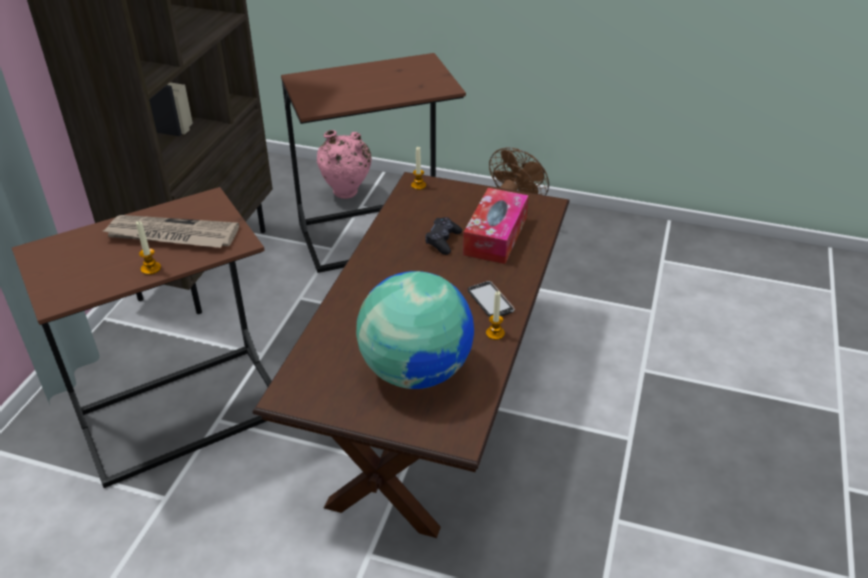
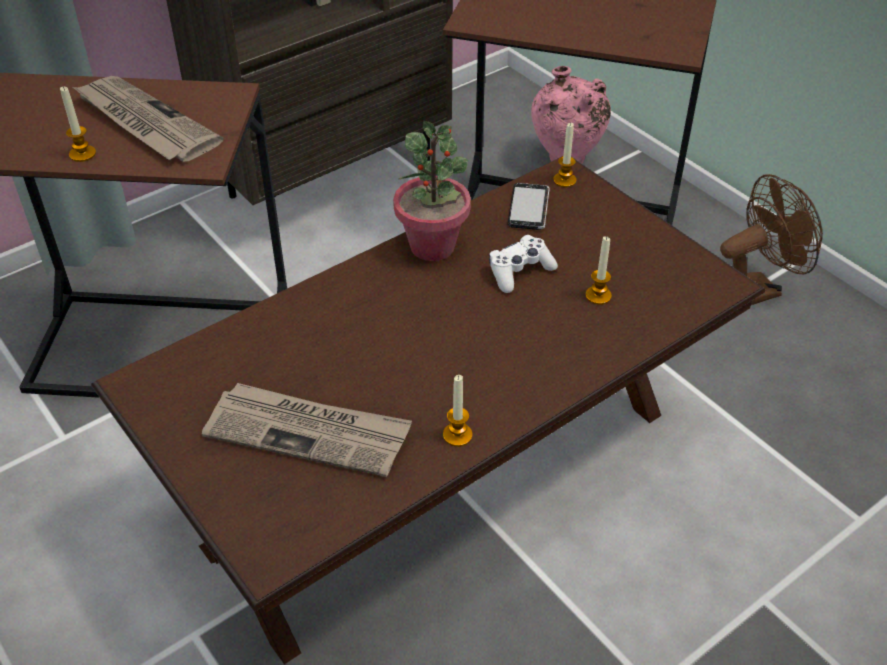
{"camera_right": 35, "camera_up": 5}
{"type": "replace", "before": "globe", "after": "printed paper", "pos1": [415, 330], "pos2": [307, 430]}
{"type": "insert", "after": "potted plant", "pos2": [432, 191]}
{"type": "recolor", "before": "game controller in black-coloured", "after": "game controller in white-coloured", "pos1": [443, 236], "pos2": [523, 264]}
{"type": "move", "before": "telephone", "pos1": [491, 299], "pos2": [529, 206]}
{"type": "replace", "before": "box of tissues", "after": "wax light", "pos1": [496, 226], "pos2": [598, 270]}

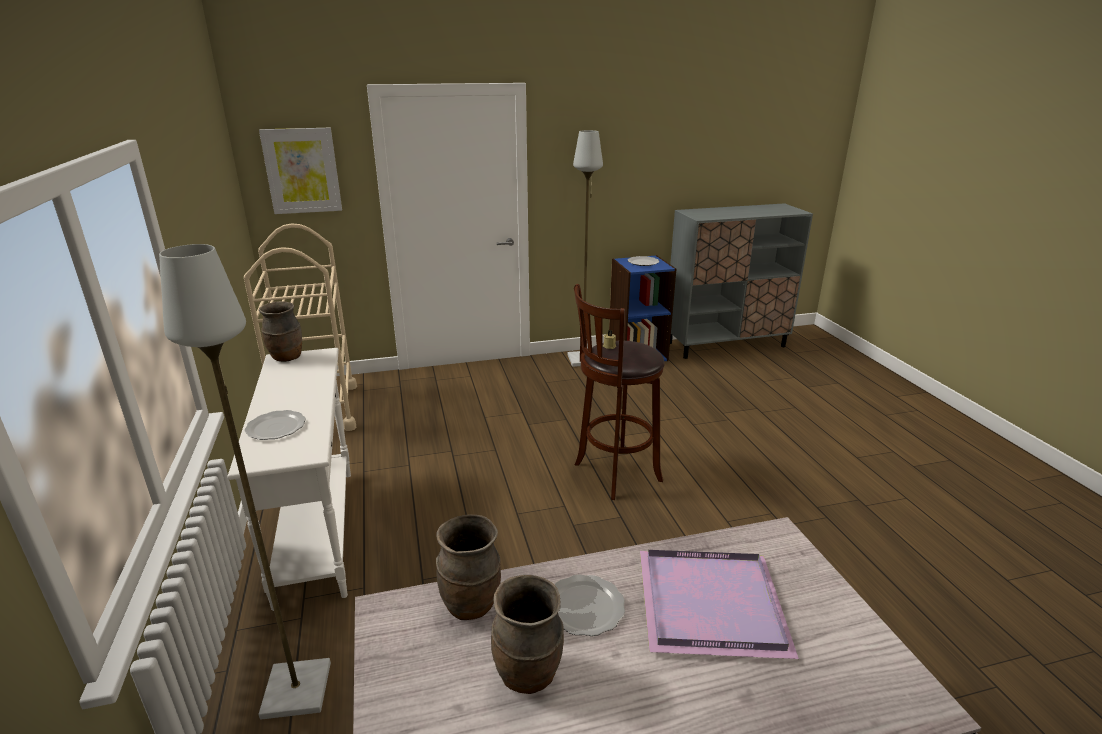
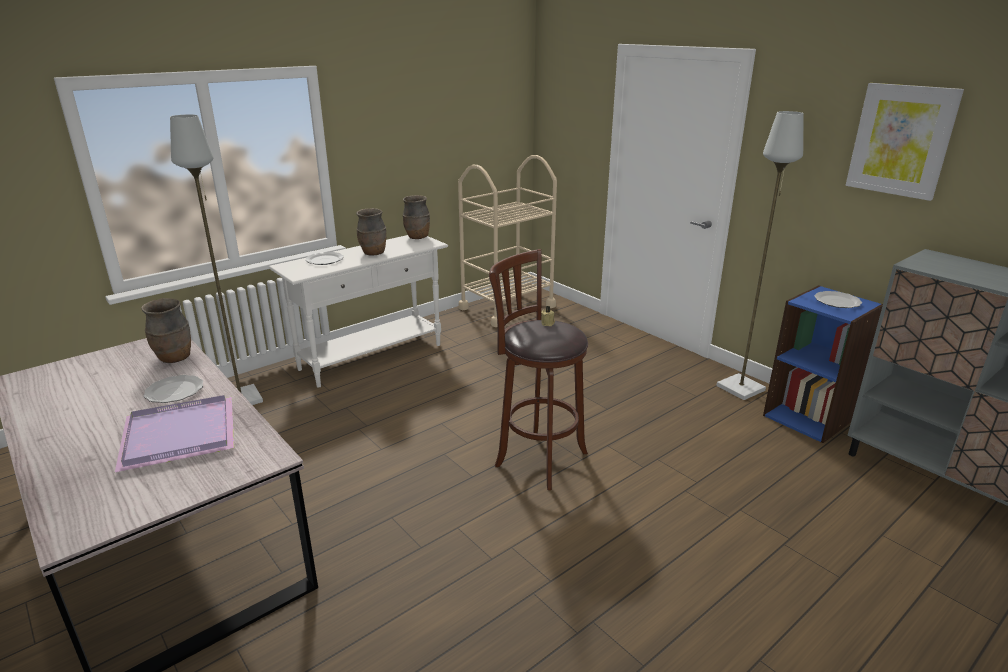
{"camera_right": 65, "camera_up": 0}
{"type": "move", "before": "decorative vase in brown-coloured", "pos1": [527, 634], "pos2": [371, 231]}
{"type": "move", "before": "picture", "pos1": [300, 171], "pos2": [904, 142]}

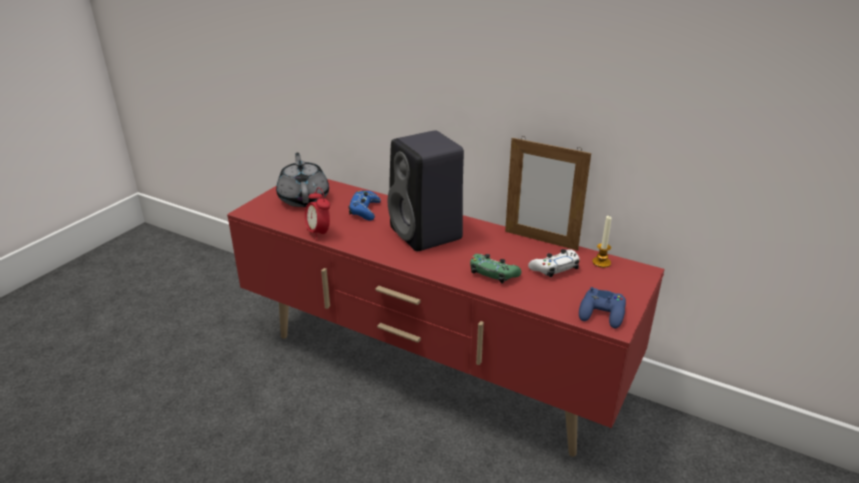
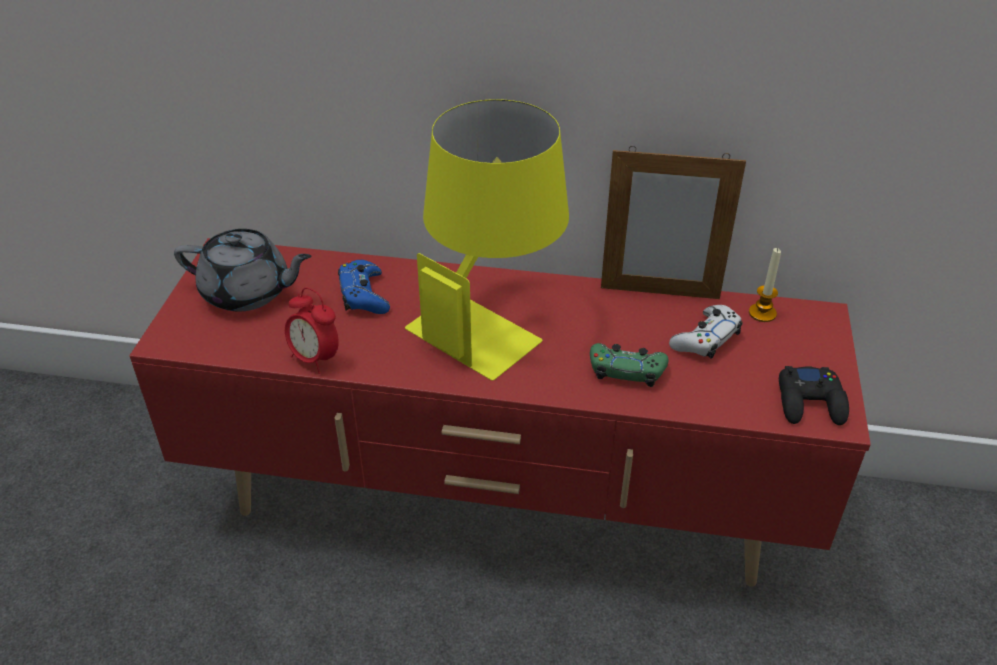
{"camera_right": -20, "camera_up": 10}
{"type": "rotate", "before": "pot for tea in gray", "pos1": [302, 180], "pos2": [243, 270], "turn": 135}
{"type": "replace", "before": "speaker in black-coloured", "after": "lamp for a table in yellow-coloured", "pos1": [426, 190], "pos2": [487, 239]}
{"type": "recolor", "before": "game controller in blue-coloured", "after": "game controller in black-coloured", "pos1": [602, 307], "pos2": [814, 395]}

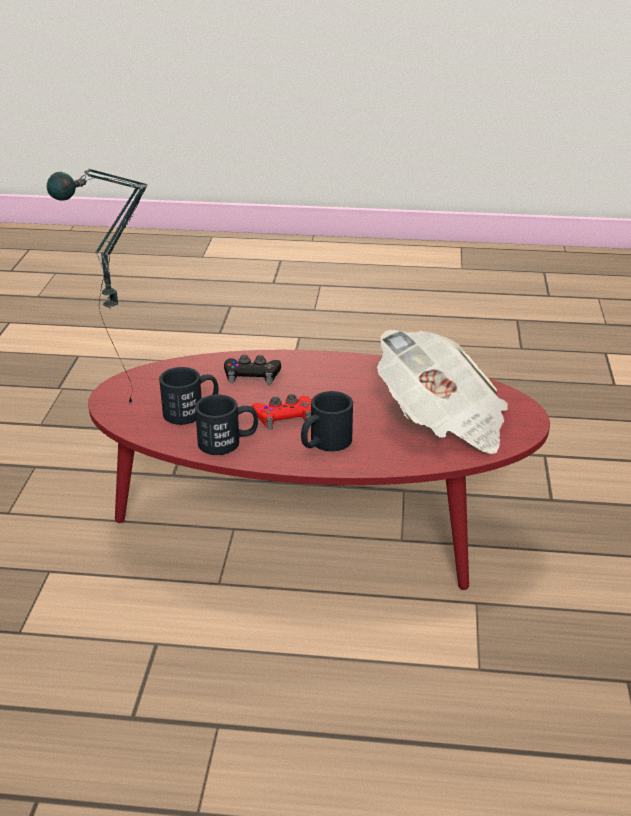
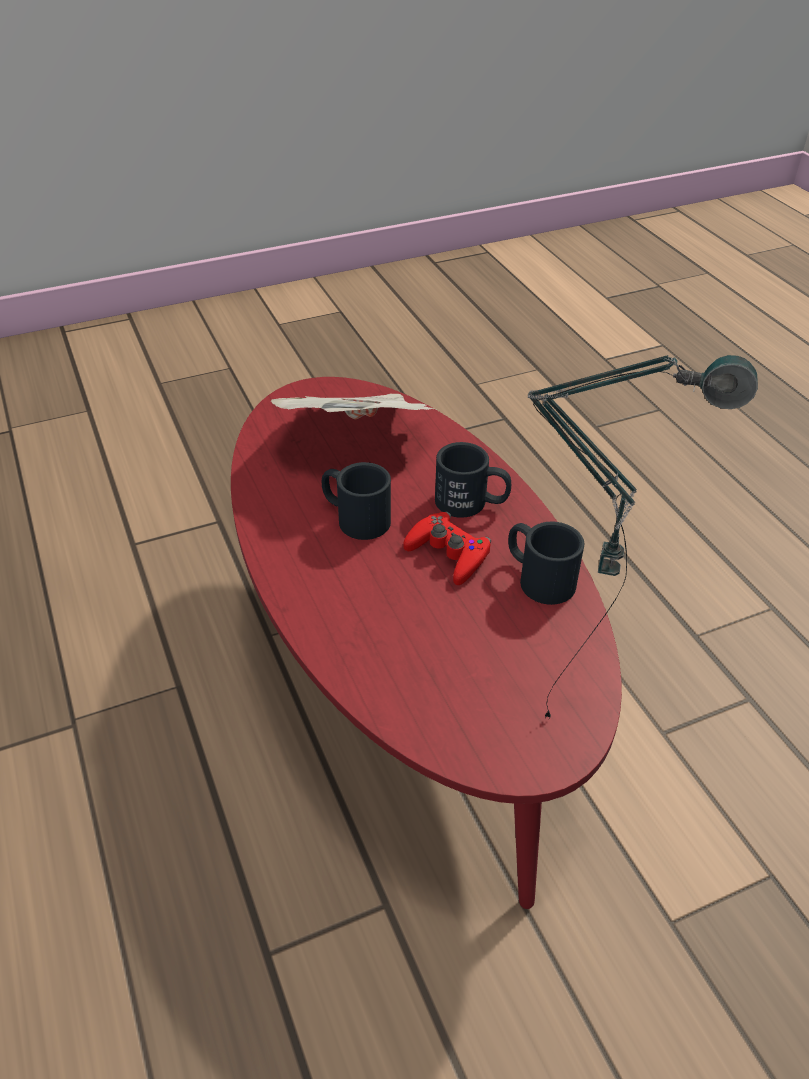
{"camera_right": -120, "camera_up": 10}
{"type": "move", "before": "coffee mug in black-coloured", "pos1": [189, 396], "pos2": [356, 501]}
{"type": "delete", "before": "game controller in black-coloured", "pos1": [252, 370]}

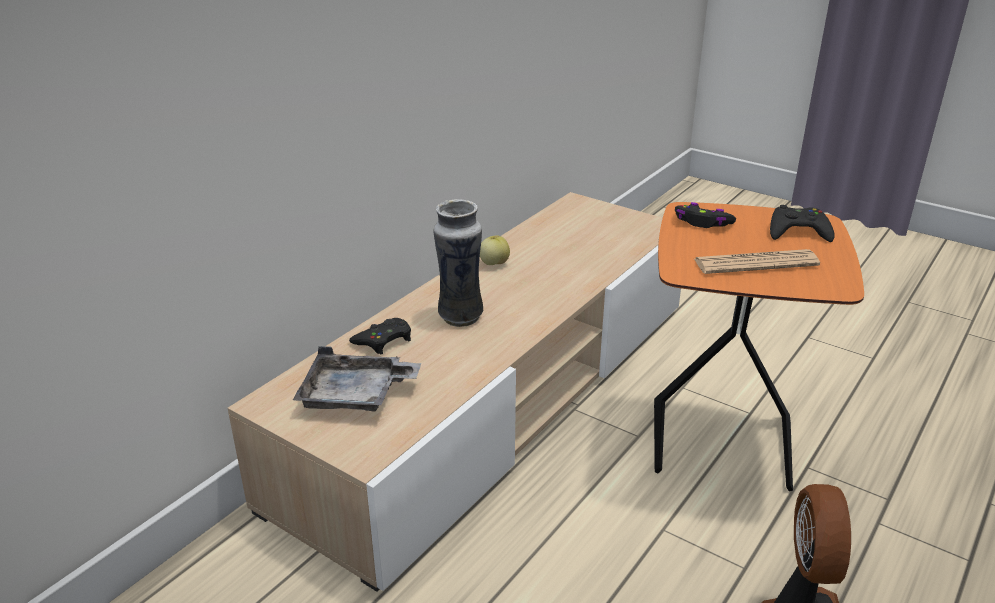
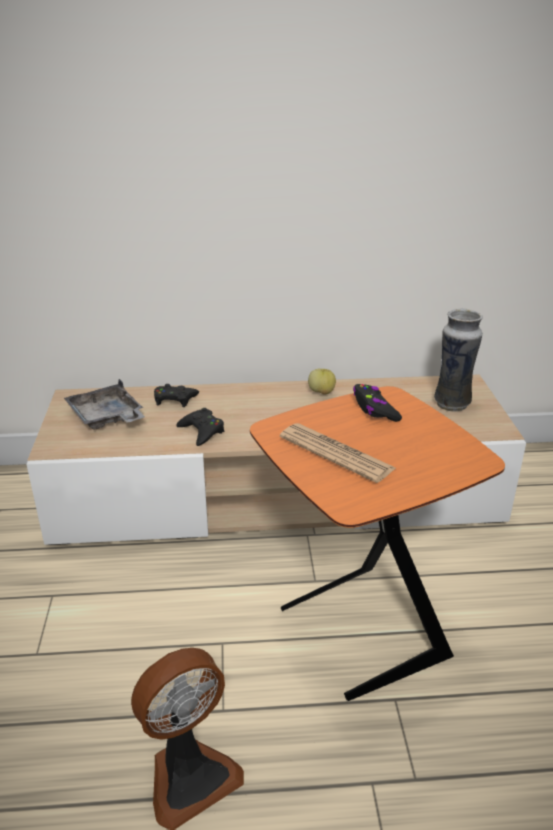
{"camera_right": 50, "camera_up": 0}
{"type": "move", "before": "game controller in black-coloured", "pos1": [802, 223], "pos2": [200, 427]}
{"type": "move", "before": "decorative vase", "pos1": [458, 263], "pos2": [458, 360]}

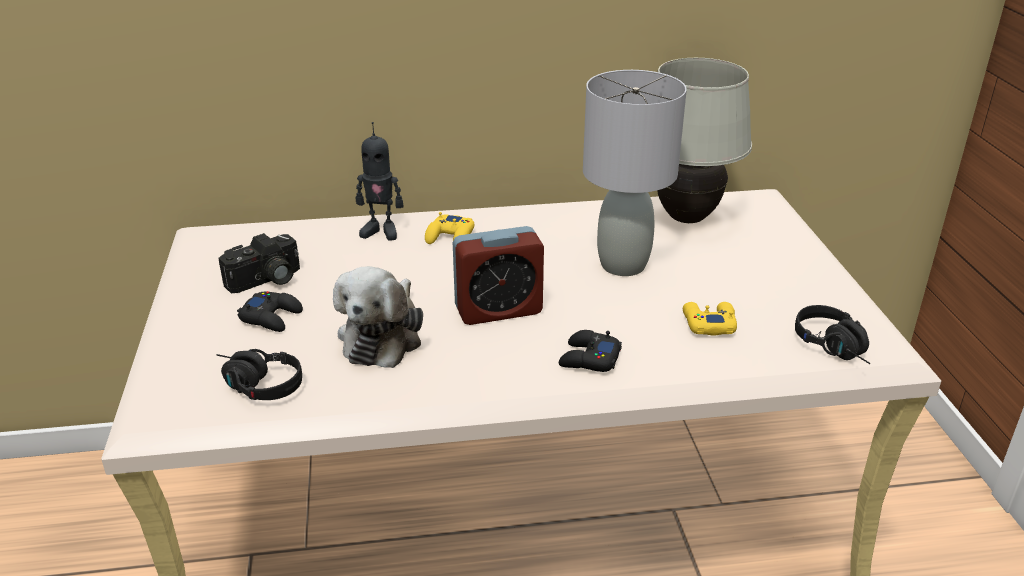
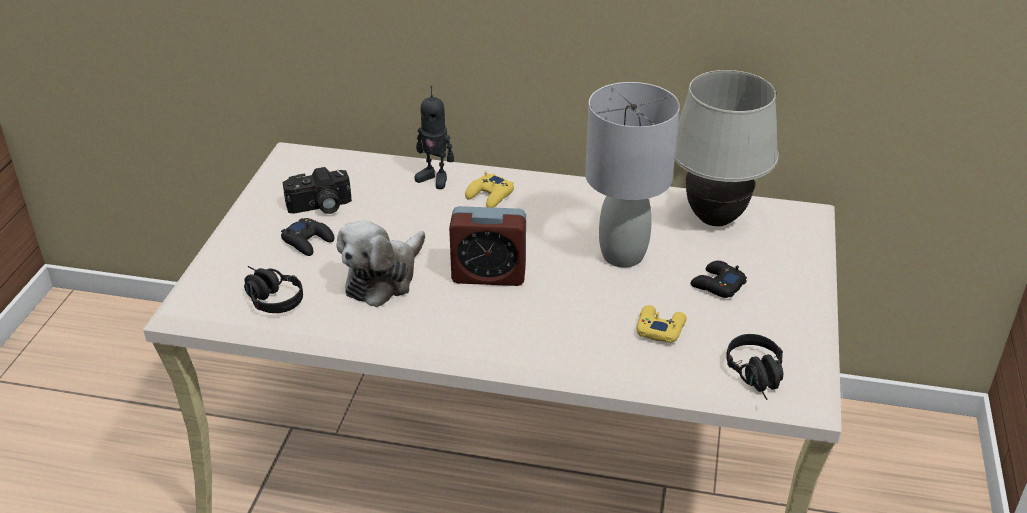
{"camera_right": 20, "camera_up": 5}
{"type": "move", "before": "game controller in black-coloured", "pos1": [590, 351], "pos2": [718, 279]}

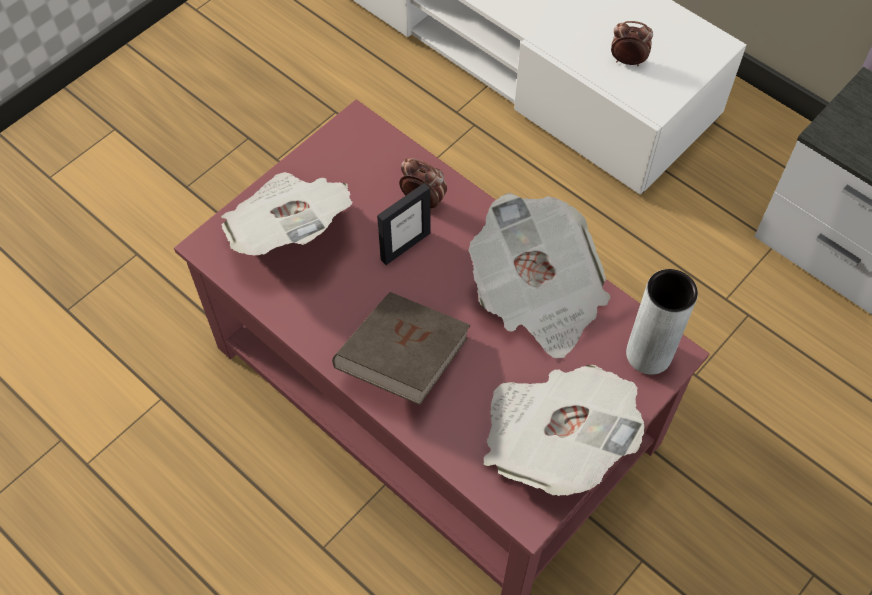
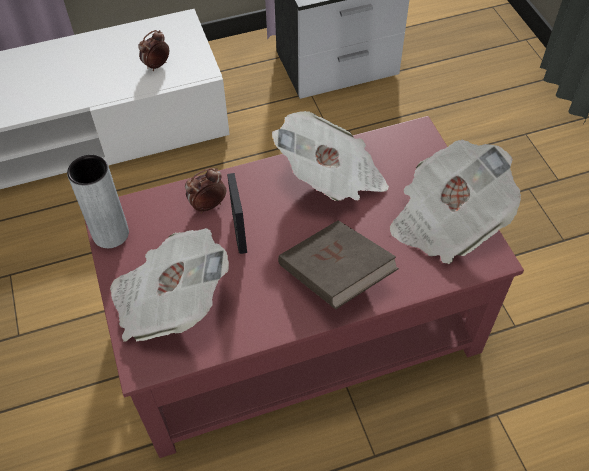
{"camera_right": -60, "camera_up": -5}
{"type": "move", "before": "decorative vase in gray", "pos1": [662, 322], "pos2": [98, 201]}

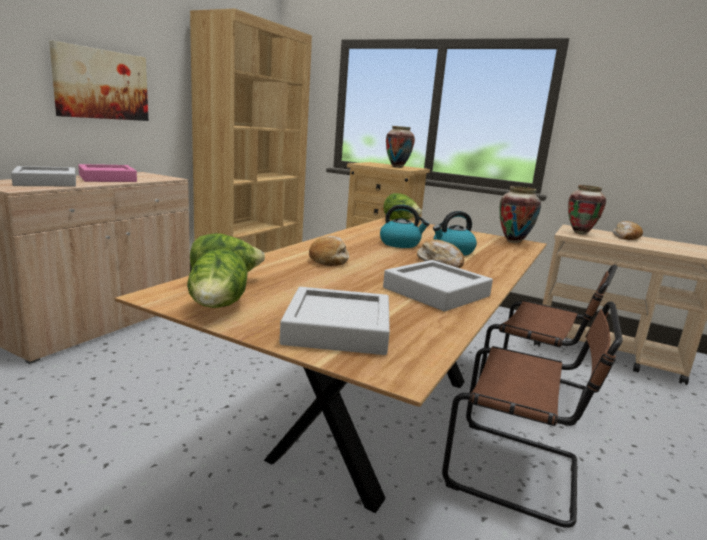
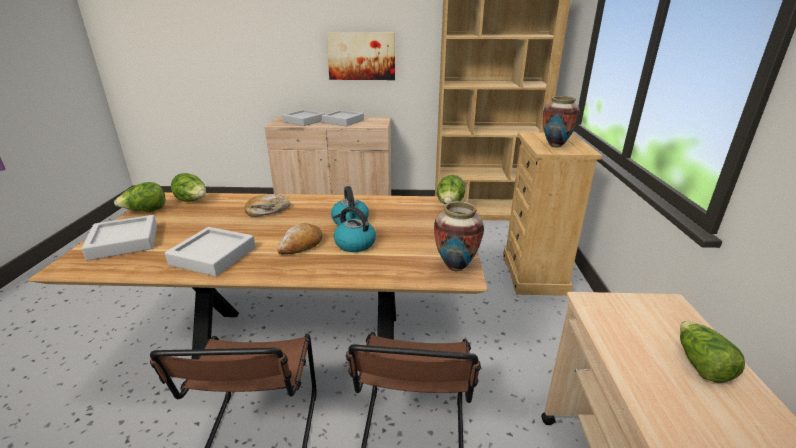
{"camera_right": 65, "camera_up": 10}
{"type": "recolor", "before": "serving tray in pink-coloured", "after": "serving tray in gray", "pos1": [107, 173], "pos2": [343, 118]}
{"type": "replace", "before": "baked bread", "after": "head of lettuce", "pos1": [628, 230], "pos2": [712, 352]}
{"type": "delete", "before": "decorative vase", "pos1": [587, 210]}

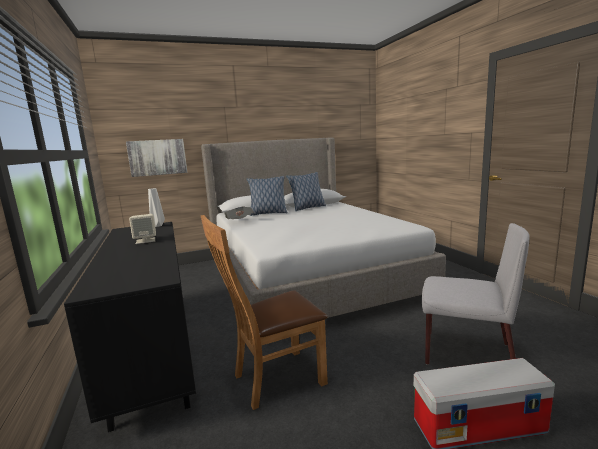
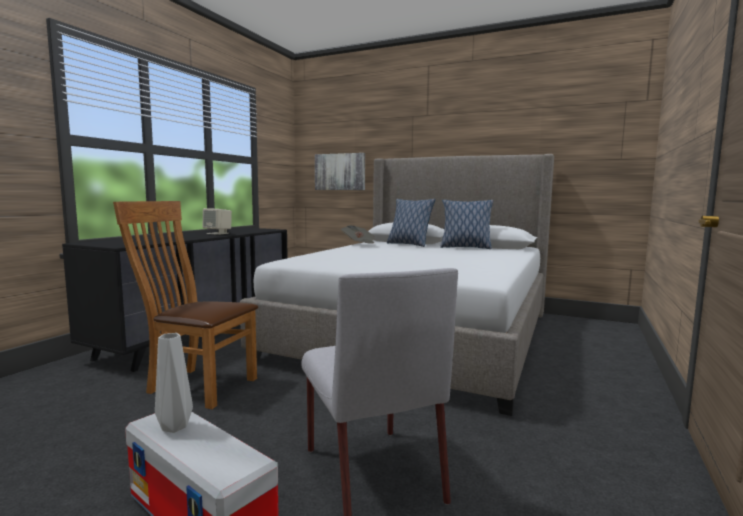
{"camera_right": 45, "camera_up": -5}
{"type": "move", "before": "decorative vase in gray", "pos1": [156, 207], "pos2": [174, 383]}

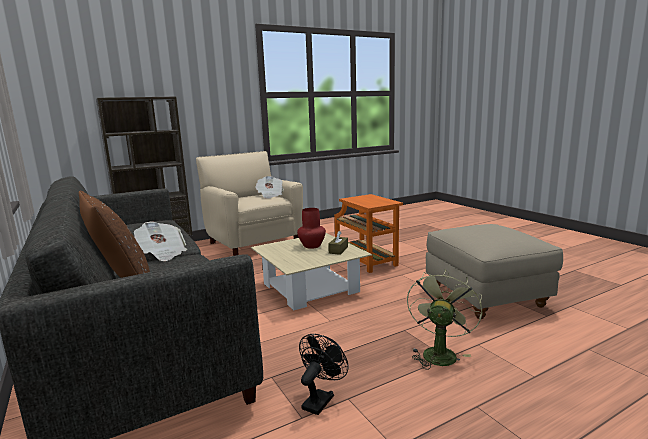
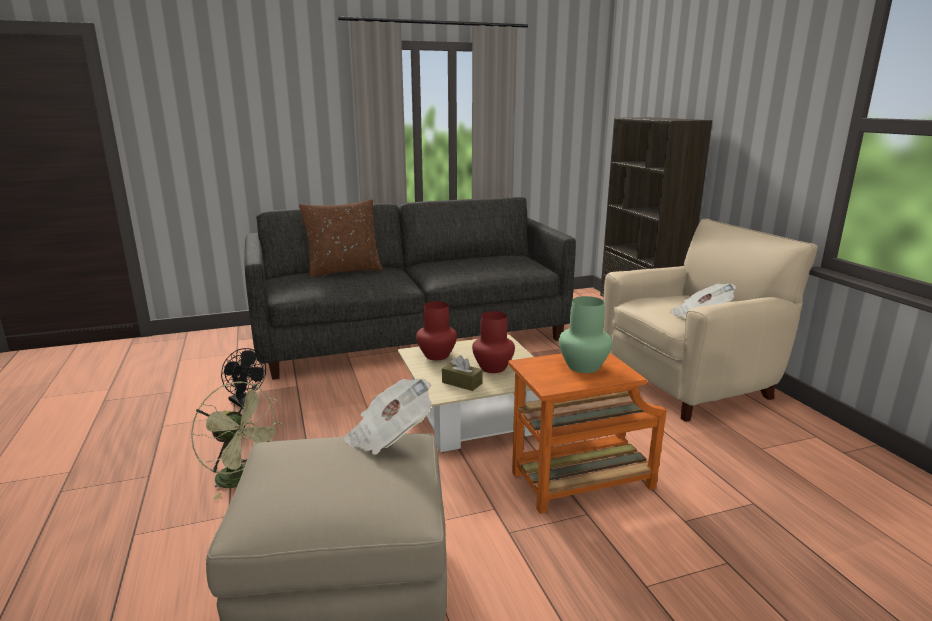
{"camera_right": 100, "camera_up": 5}
{"type": "move", "before": "printed paper", "pos1": [160, 241], "pos2": [388, 416]}
{"type": "insert", "after": "decorative vase in reddish", "pos2": [436, 330]}
{"type": "insert", "after": "decorative vase in green-coloured", "pos2": [586, 334]}

